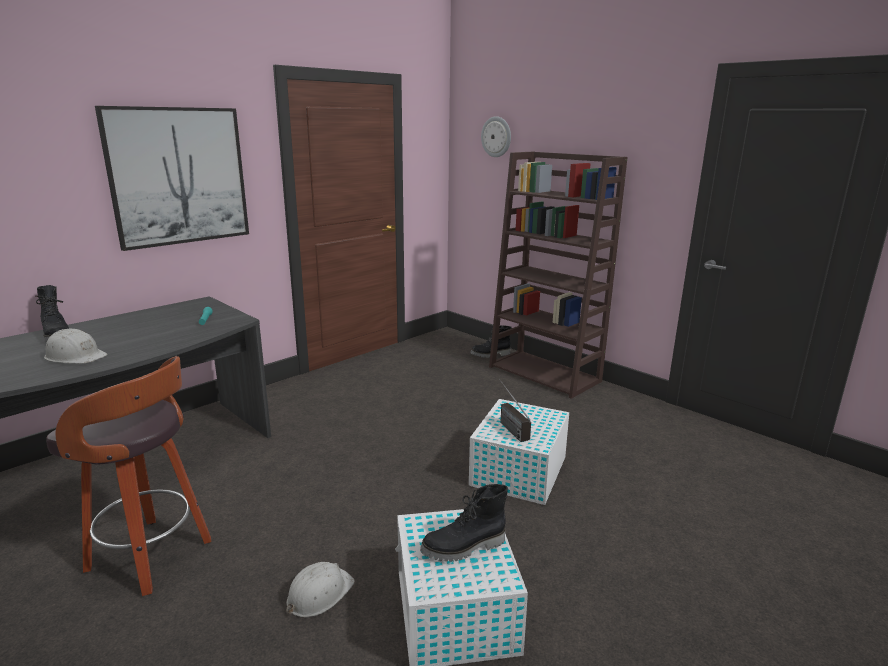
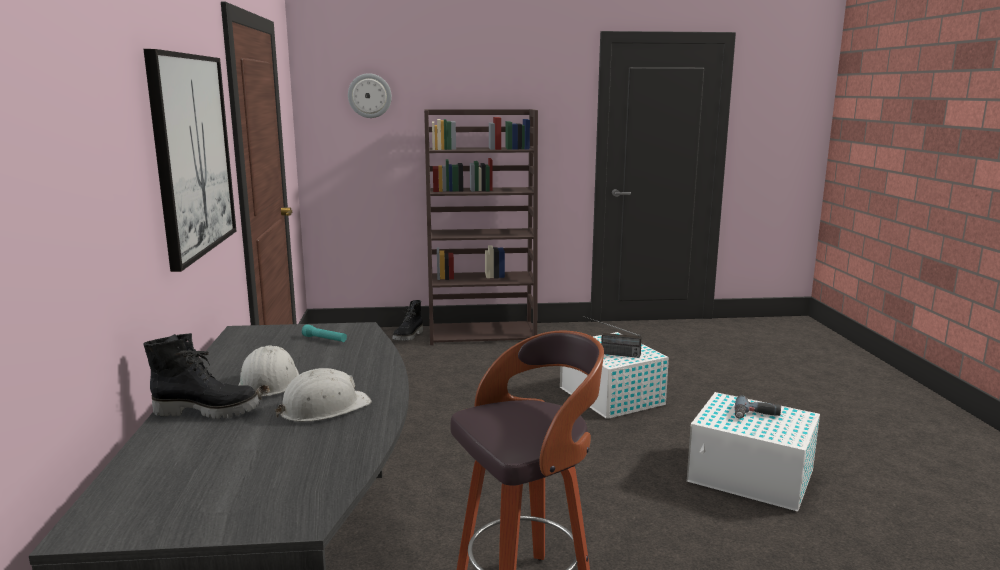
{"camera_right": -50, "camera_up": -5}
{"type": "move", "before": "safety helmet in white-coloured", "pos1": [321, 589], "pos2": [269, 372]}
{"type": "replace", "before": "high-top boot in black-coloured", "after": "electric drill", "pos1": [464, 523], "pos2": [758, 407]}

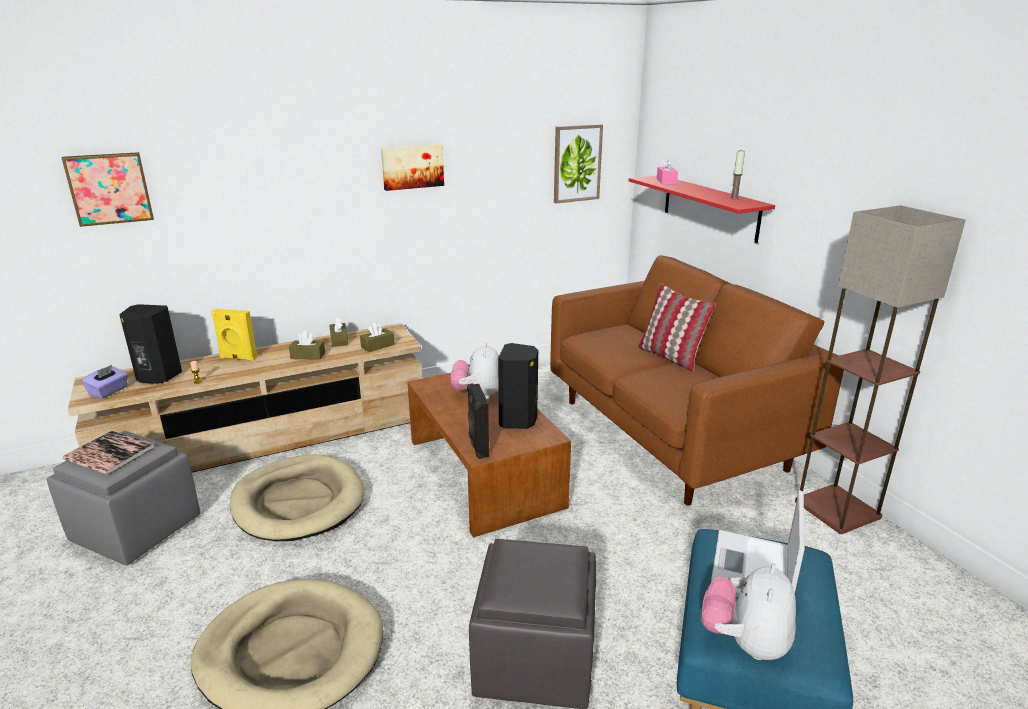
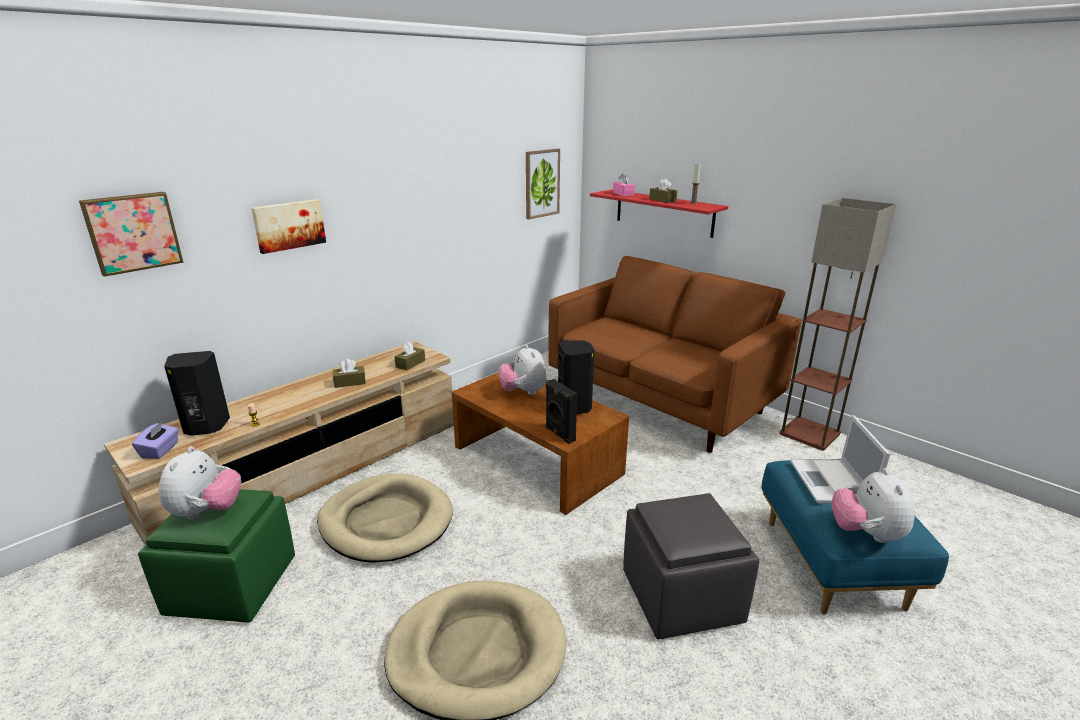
{"camera_right": -20, "camera_up": 0}
{"type": "recolor", "before": "pouffe in gray", "after": "pouffe in green-coloured", "pos1": [124, 498], "pos2": [216, 555]}
{"type": "replace", "before": "book", "after": "cuddly toy", "pos1": [109, 453], "pos2": [200, 482]}
{"type": "move", "before": "picture", "pos1": [412, 167], "pos2": [288, 226]}
{"type": "move", "before": "box of tissues in brown-coloured", "pos1": [338, 332], "pos2": [663, 190]}
{"type": "delete", "before": "speaker in yellow-coloured", "pos1": [234, 335]}
{"type": "delete", "before": "cushion", "pos1": [677, 327]}

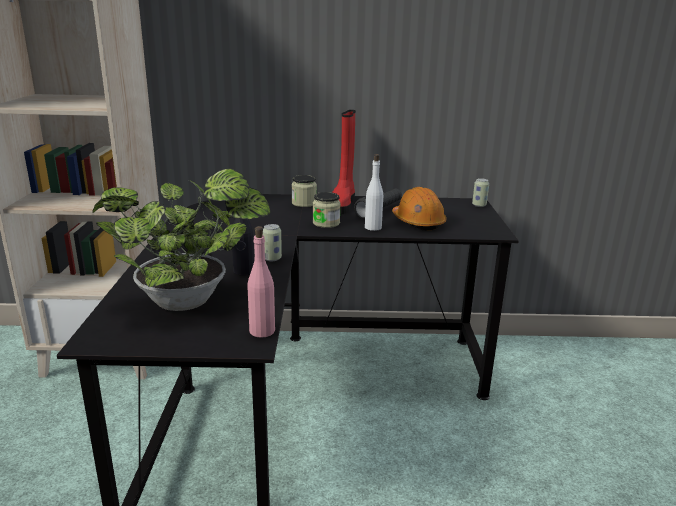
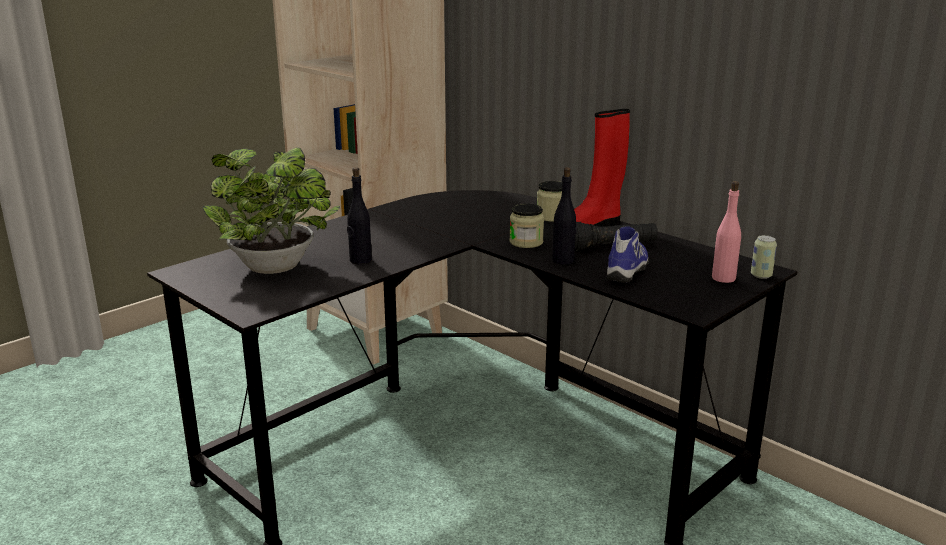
{"camera_right": 45, "camera_up": 0}
{"type": "recolor", "before": "bottle in white-coloured", "after": "bottle in black-coloured", "pos1": [374, 192], "pos2": [564, 216]}
{"type": "replace", "before": "safety helmet in orange-coloured", "after": "shoe", "pos1": [419, 208], "pos2": [628, 254]}
{"type": "move", "before": "bottle in pink-coloured", "pos1": [261, 282], "pos2": [726, 232]}
{"type": "delete", "before": "sealed can", "pos1": [272, 242]}

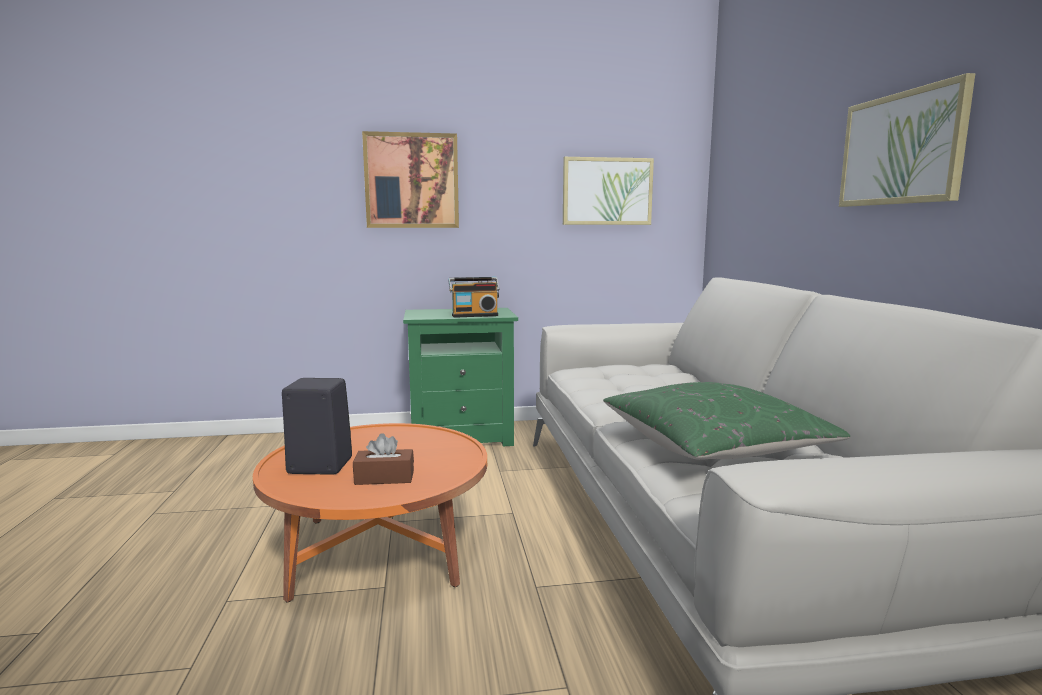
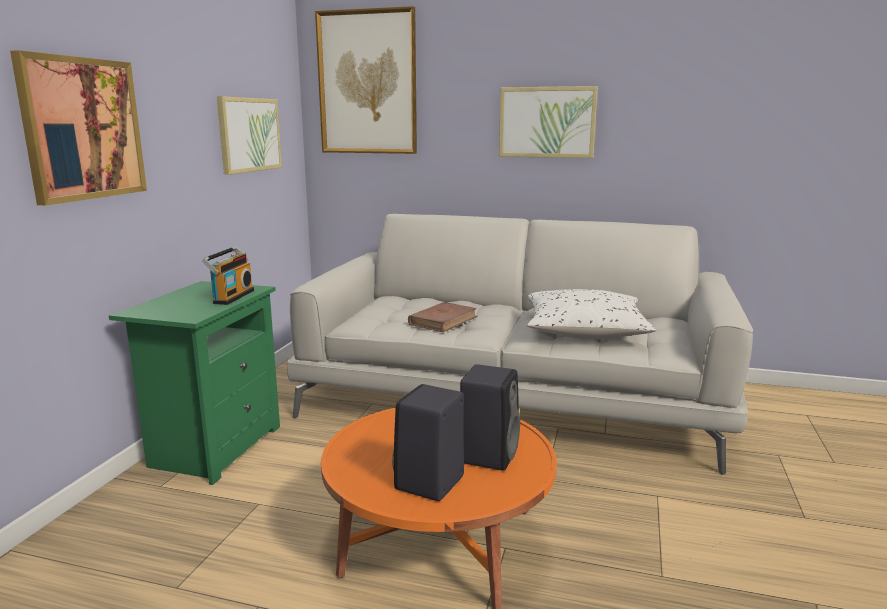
{"camera_right": -65, "camera_up": 5}
{"type": "insert", "after": "picture", "pos2": [366, 80]}
{"type": "insert", "after": "book in brown-coloured", "pos2": [443, 317]}
{"type": "replace", "before": "box of tissues in brown-coloured", "after": "speaker in black-coloured", "pos1": [383, 459], "pos2": [490, 417]}
{"type": "recolor", "before": "cushion in green-coloured", "after": "cushion in white-coloured", "pos1": [726, 421], "pos2": [591, 314]}

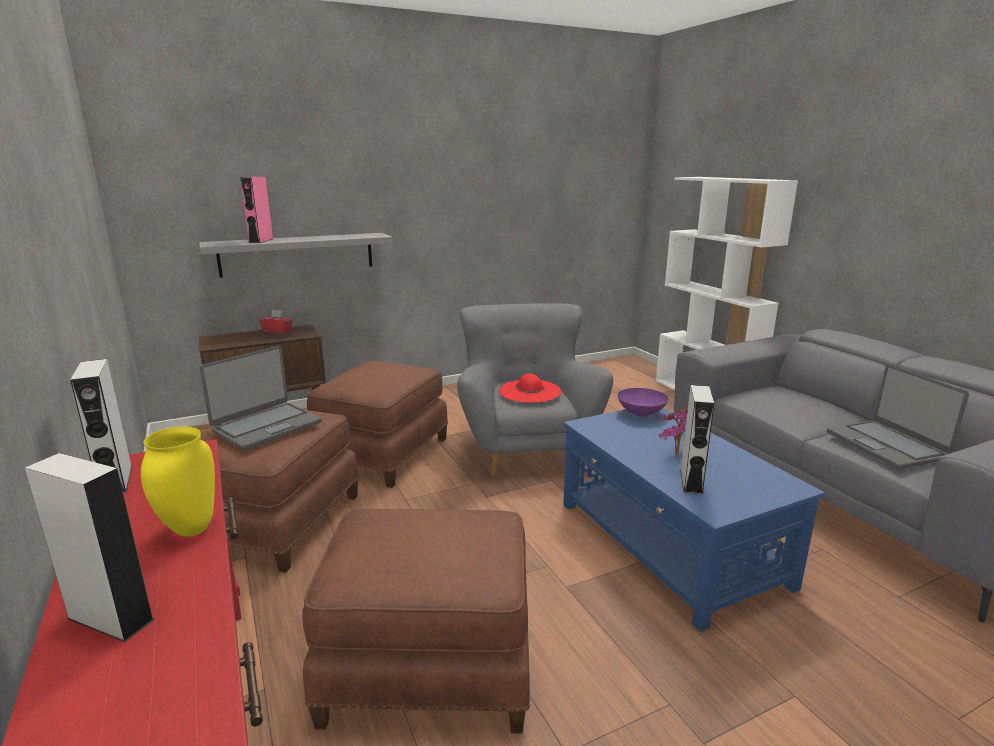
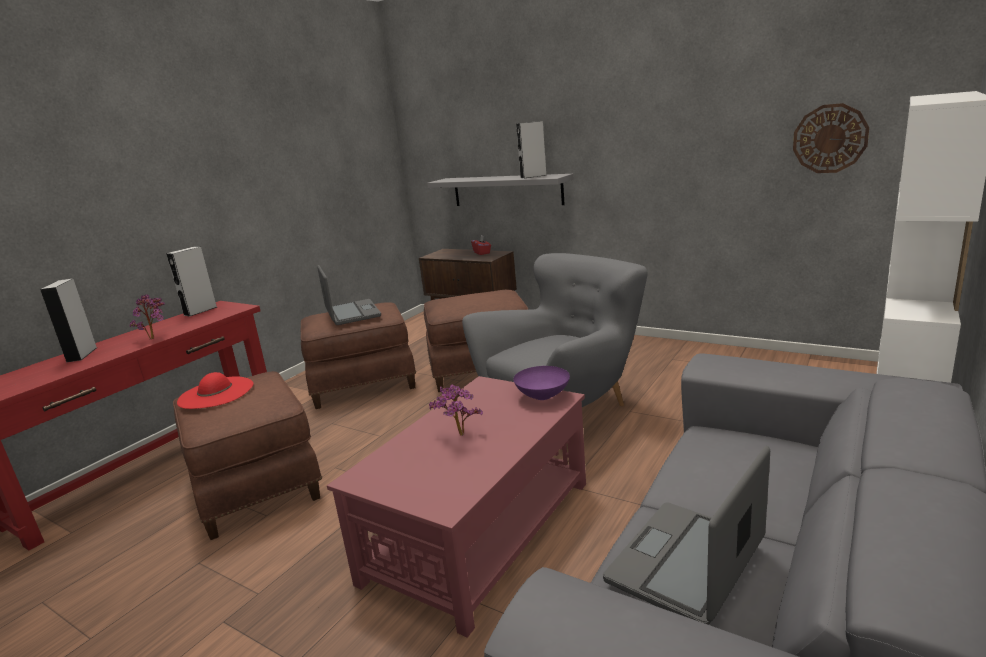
{"camera_right": 60, "camera_up": 0}
{"type": "replace", "before": "decorative vase in yellow-coloured", "after": "potted plant", "pos1": [178, 482], "pos2": [147, 316]}
{"type": "move", "before": "wearable hat in reddish", "pos1": [530, 388], "pos2": [215, 390]}
{"type": "rotate", "before": "notebook computer", "pos1": [261, 398], "pos2": [349, 295], "turn": -120}
{"type": "recolor", "before": "coffee table in blue-coloured", "after": "coffee table in reddish", "pos1": [694, 520], "pos2": [456, 507]}
{"type": "move", "before": "speaker in gray", "pos1": [697, 439], "pos2": [531, 150]}
{"type": "insert", "after": "clock on the wall", "pos2": [831, 138]}
{"type": "delete", "before": "speaker in pink-coloured", "pos1": [256, 210]}

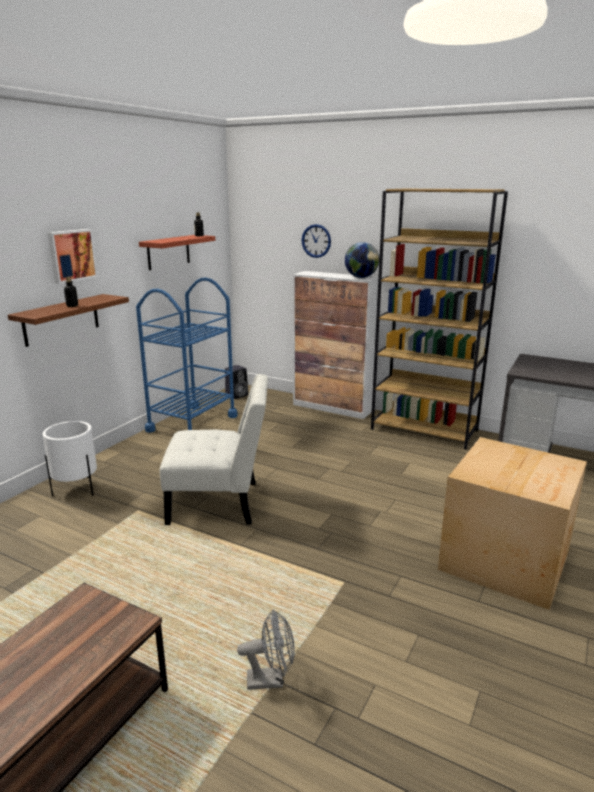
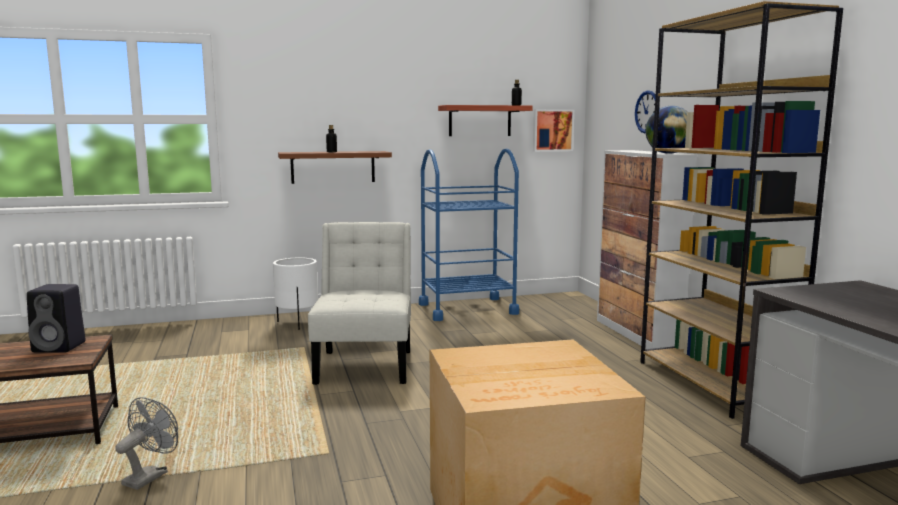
{"camera_right": 45, "camera_up": -10}
{"type": "move", "before": "speaker in black-coloured", "pos1": [236, 382], "pos2": [56, 318]}
{"type": "rotate", "before": "fan in gray", "pos1": [266, 649], "pos2": [146, 443], "turn": -105}
{"type": "rotate", "before": "chair in white-coloured", "pos1": [214, 449], "pos2": [359, 303], "turn": -135}
{"type": "move", "before": "picture", "pos1": [73, 256], "pos2": [553, 130]}

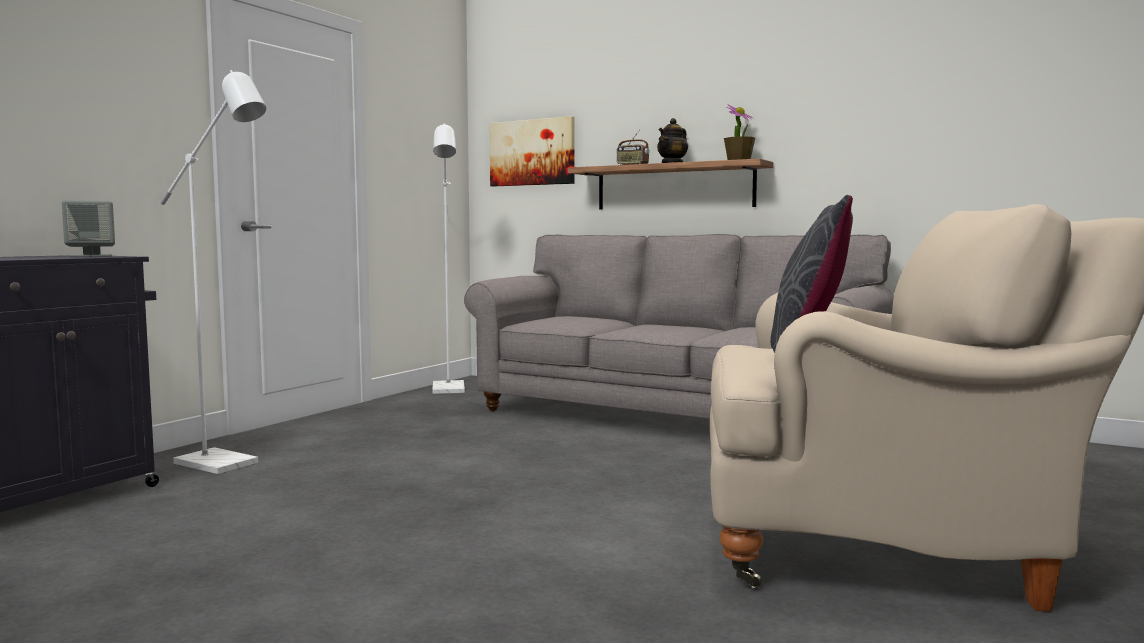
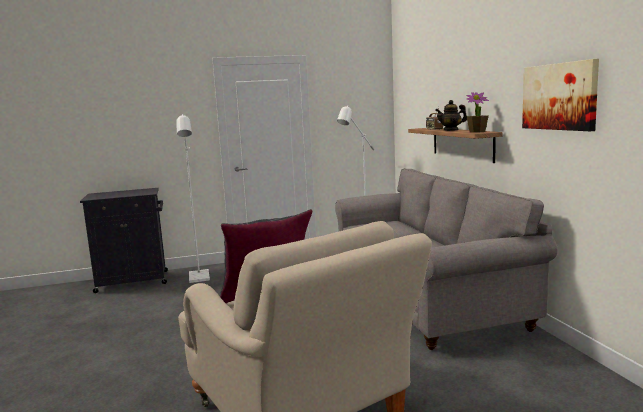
{"camera_right": 45, "camera_up": 5}
{"type": "move", "before": "picture", "pos1": [532, 151], "pos2": [560, 95]}
{"type": "delete", "before": "speaker in gray", "pos1": [88, 228]}

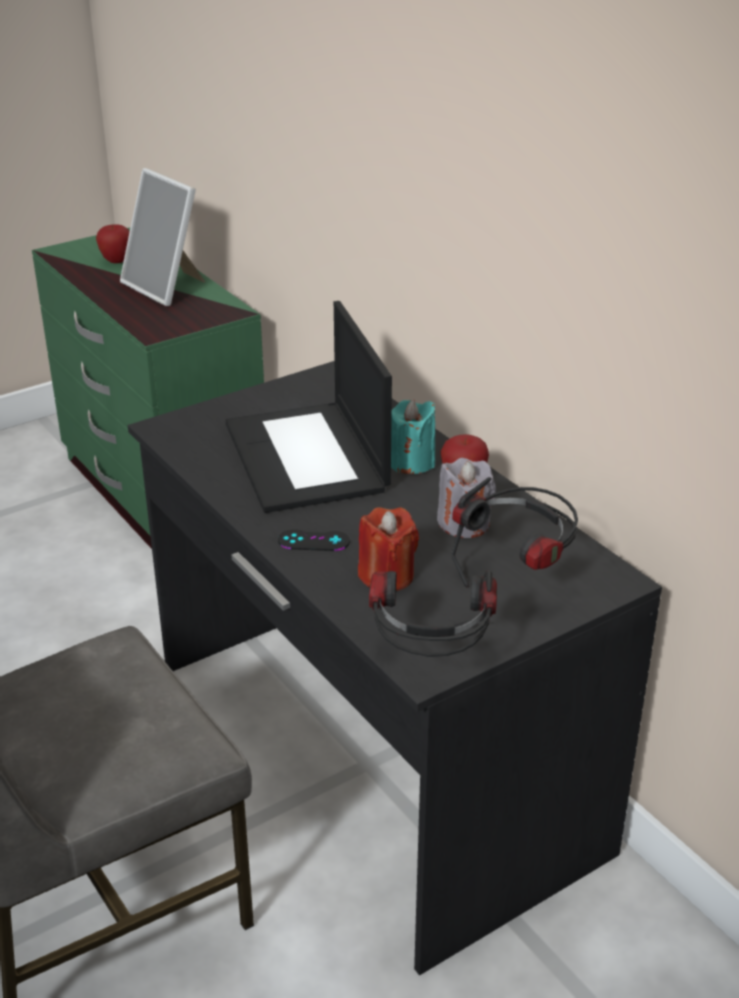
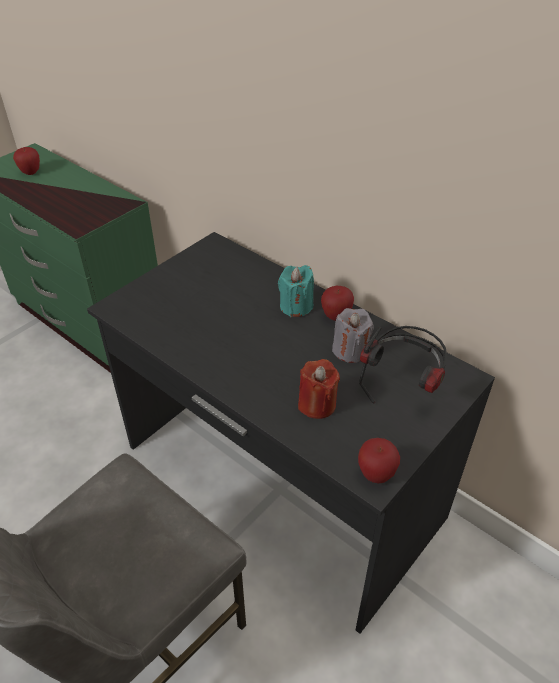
{"camera_right": -15, "camera_up": 10}
{"type": "replace", "before": "pair of headphones", "after": "apple", "pos1": [433, 613], "pos2": [379, 461]}
{"type": "delete", "before": "photo frame", "pos1": [162, 237]}
{"type": "delete", "before": "notebook computer", "pos1": [309, 407]}
{"type": "delete", "before": "game controller in black-coloured", "pos1": [314, 540]}

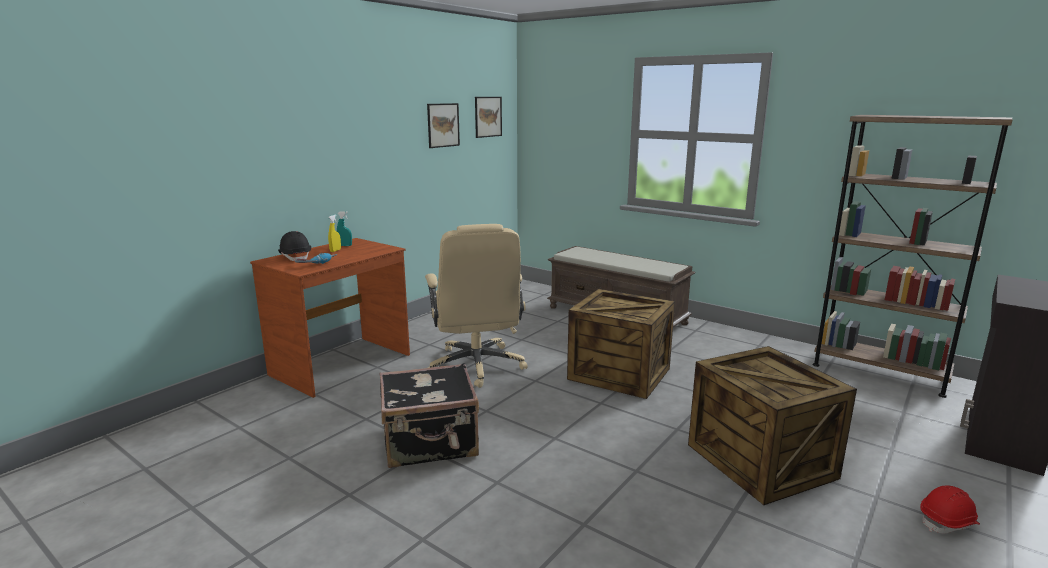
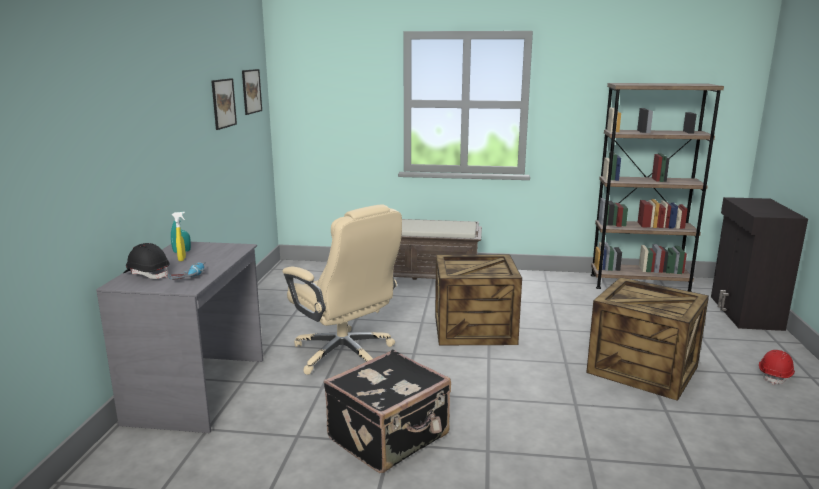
{"camera_right": -30, "camera_up": 0}
{"type": "recolor", "before": "desk in brown-coloured", "after": "desk in gray", "pos1": [330, 318], "pos2": [179, 337]}

